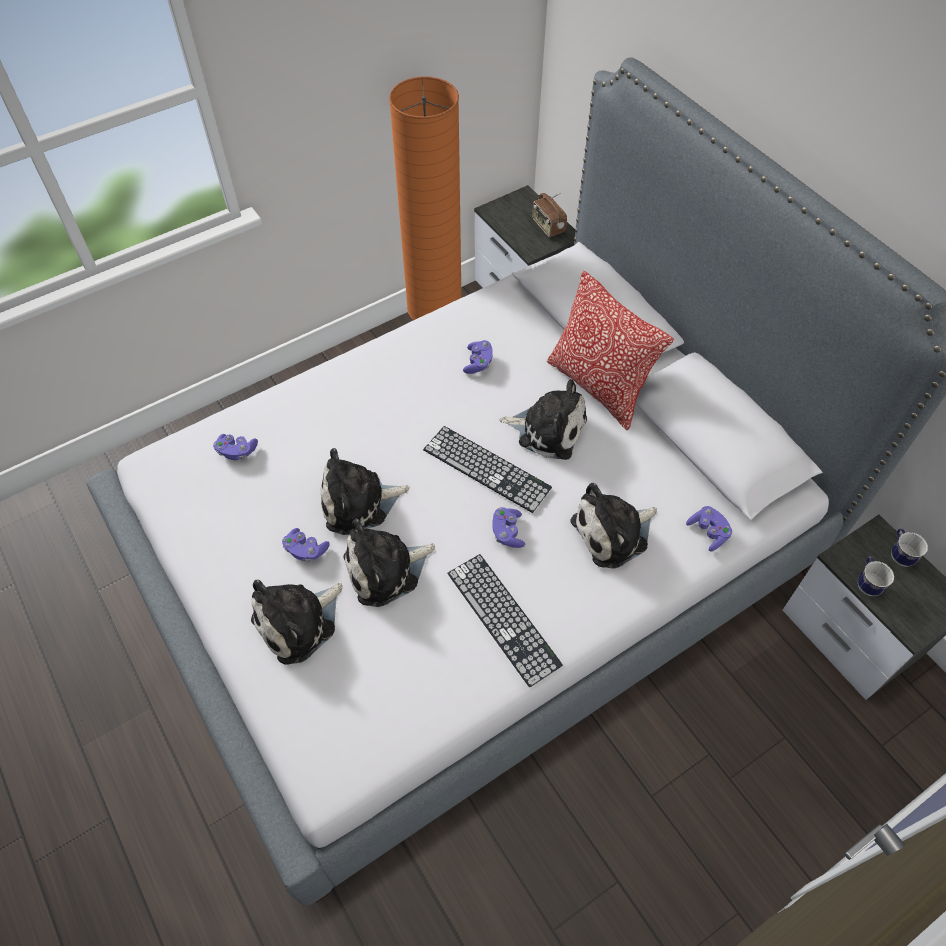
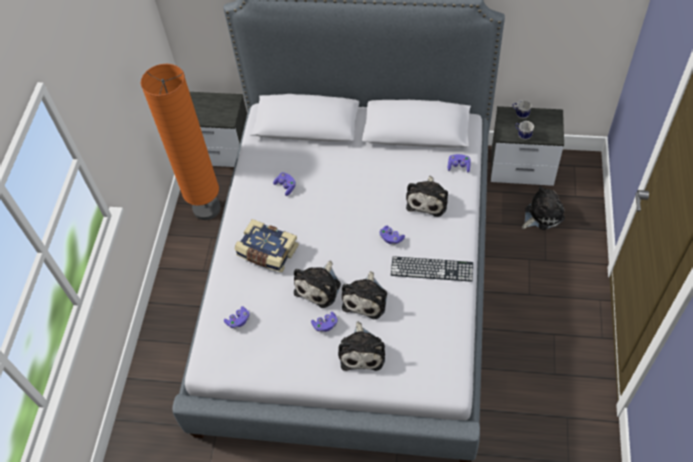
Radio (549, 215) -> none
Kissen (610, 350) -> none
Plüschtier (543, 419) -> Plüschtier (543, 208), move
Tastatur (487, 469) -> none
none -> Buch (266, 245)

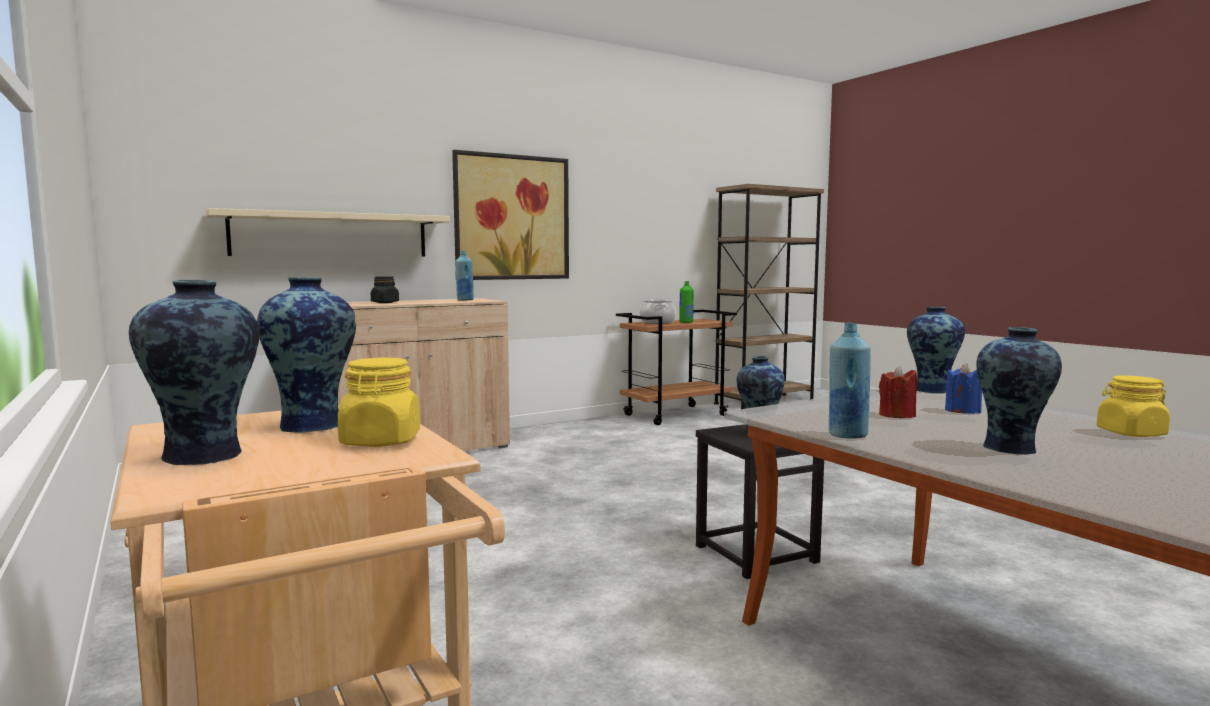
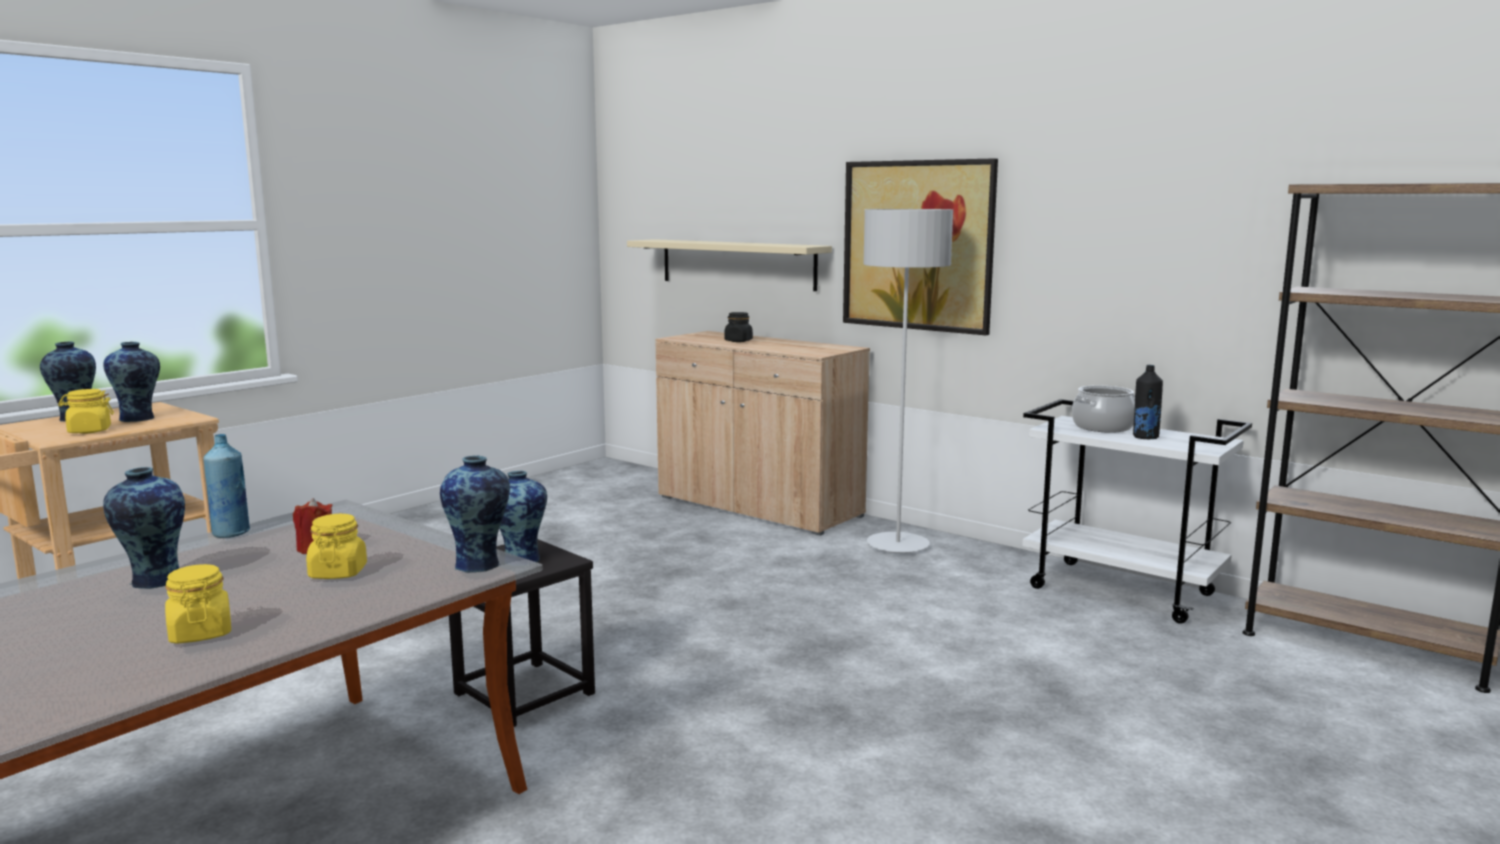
Flasche (blau) (464, 276) -> none
Flasche (grün) (686, 302) -> Flasche (schwarz) (1148, 402)
Rollwagen (braun) (676, 367) -> Rollwagen (weiß) (1137, 511)
Kerze (blau) (963, 388) -> Vorratsglas (gelb) (336, 546)
none -> Stehlampe (grau) (908, 381)

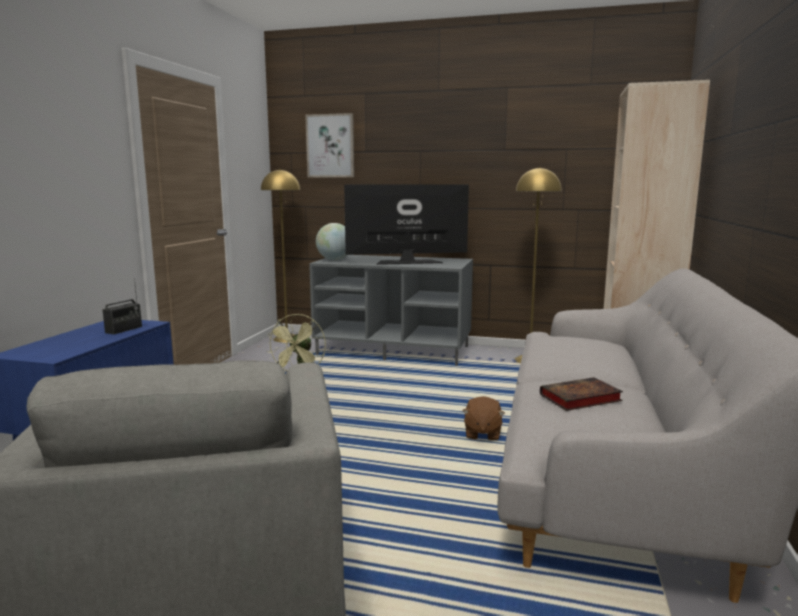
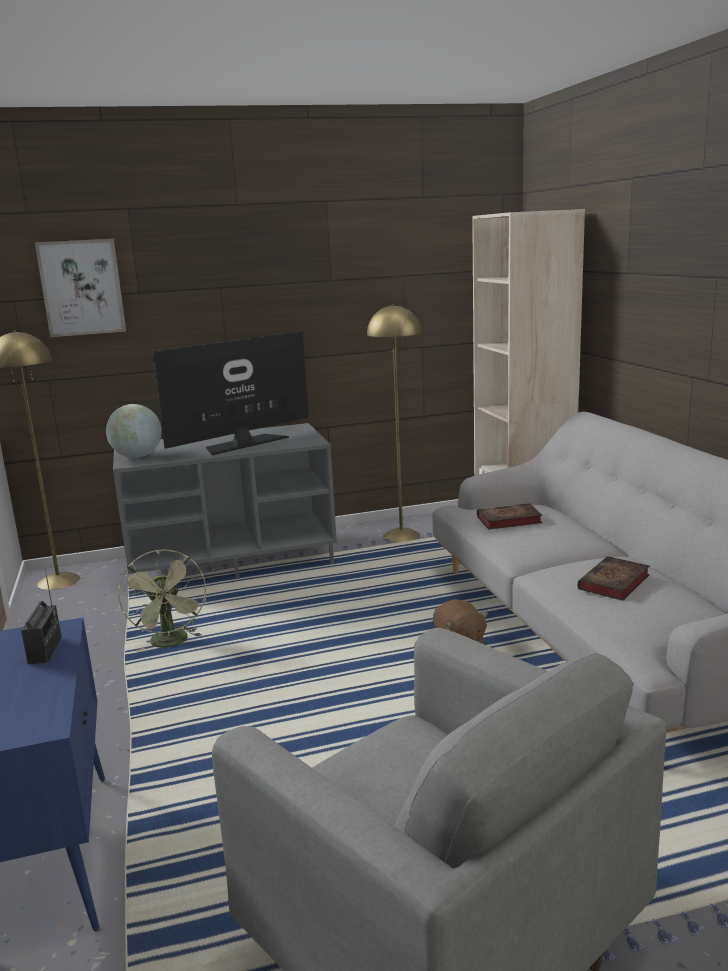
none -> Buch (510, 516)

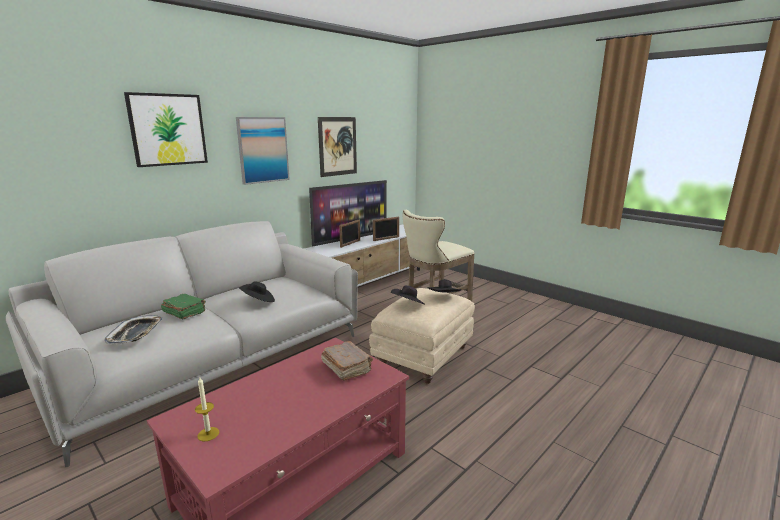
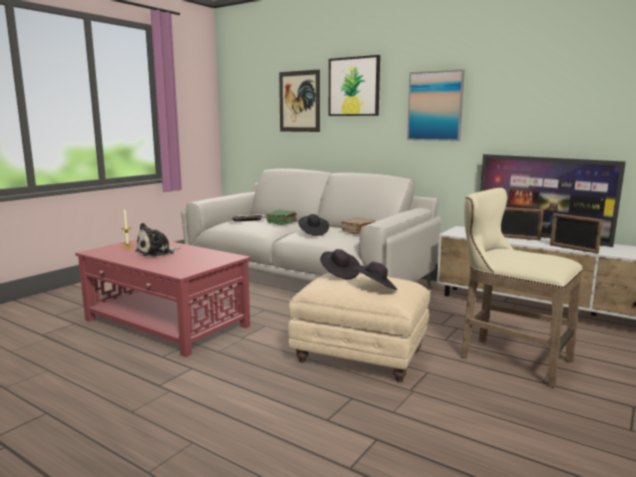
Bild (337, 147) -> Bild (299, 101), move
Buch (braun) (347, 361) -> Buch (braun) (358, 225), move
none -> Plüschtier (158, 240)

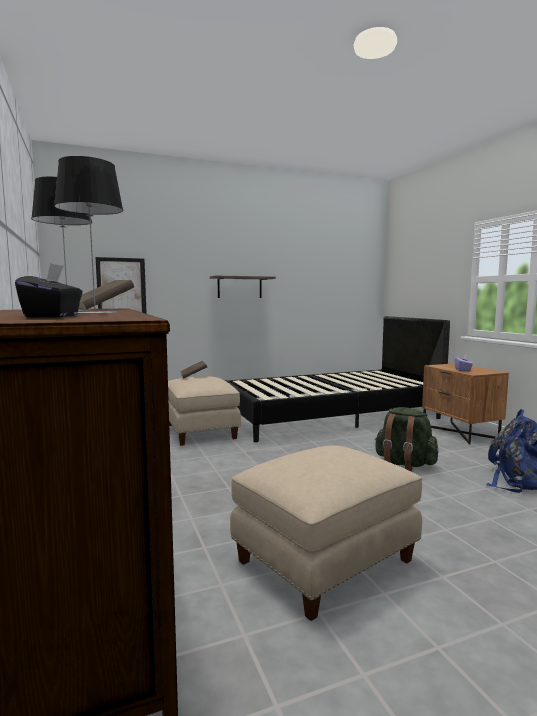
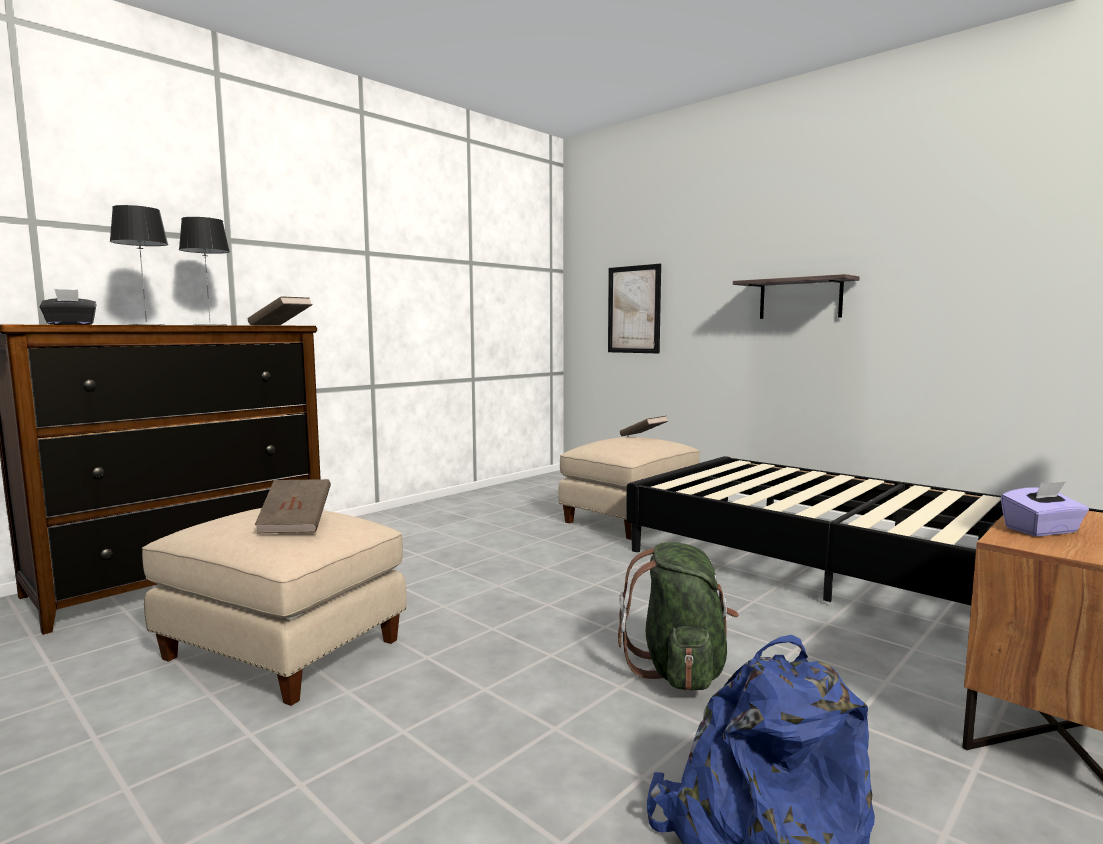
none -> Buch (braun) (293, 506)

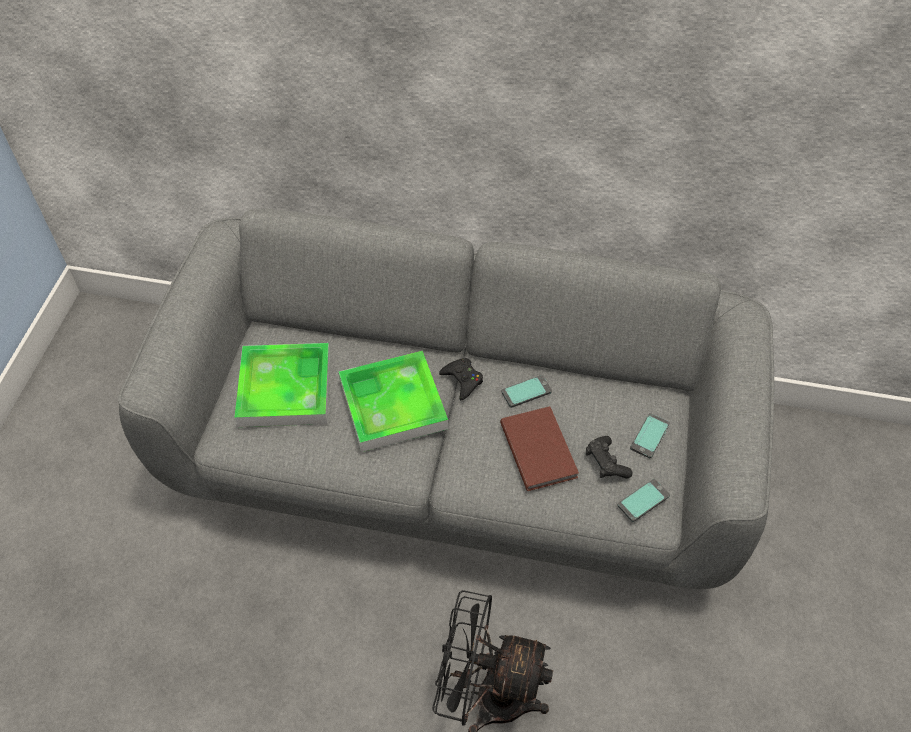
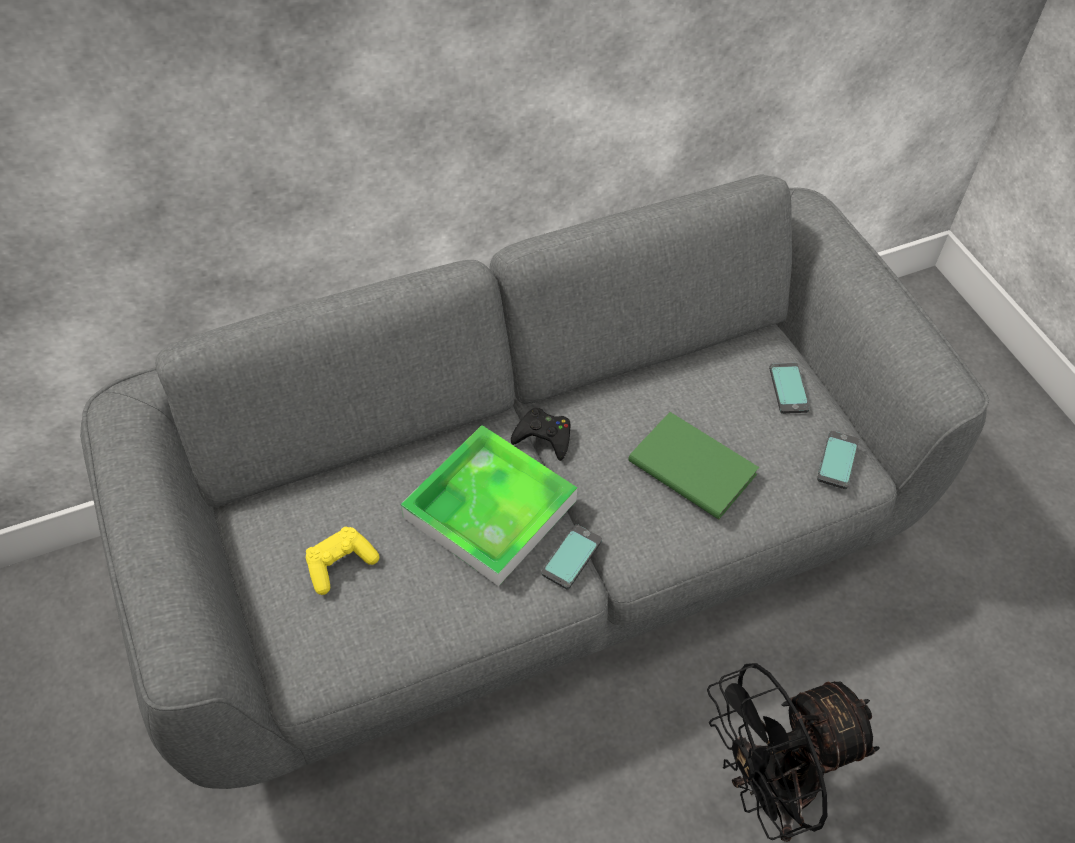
Tablett (282, 385) -> Gamepad (gelb) (342, 561)
Handy (527, 391) -> Handy (572, 556), move
Buch (braun) (539, 448) -> Buch (grün) (693, 465)
Gamepad (schwarz) (609, 457) -> none

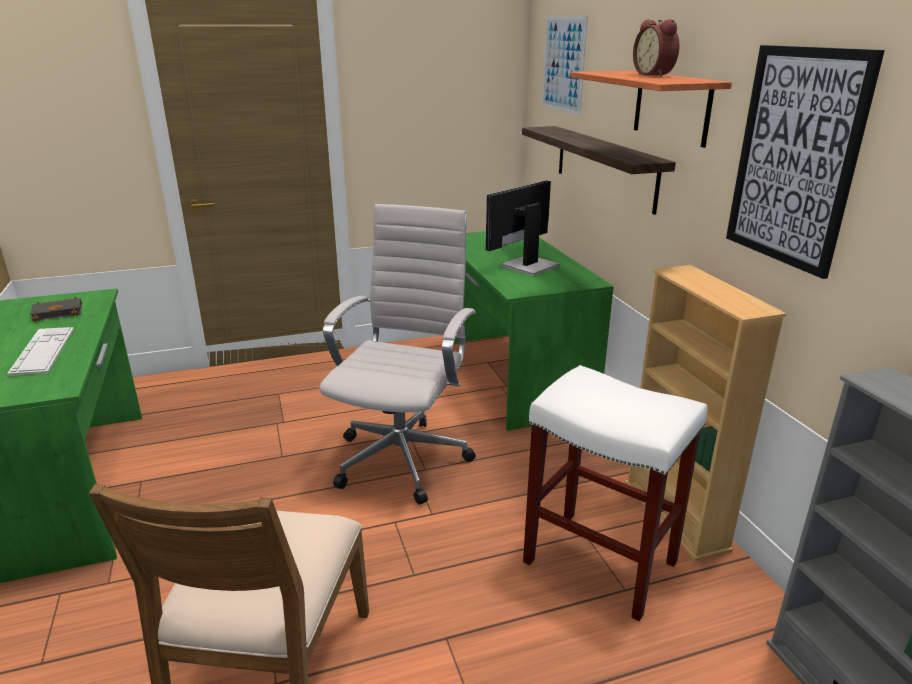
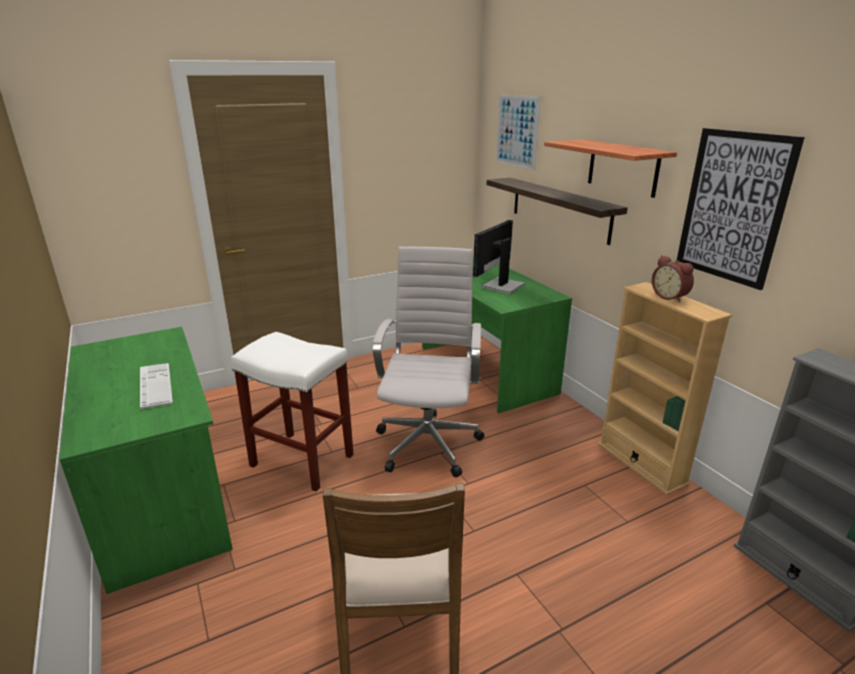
Wecker (656, 48) -> Wecker (673, 279), move
Buch (schwarz) (56, 309) -> none
Hocker (weiß) (615, 493) -> Hocker (weiß) (292, 411), move

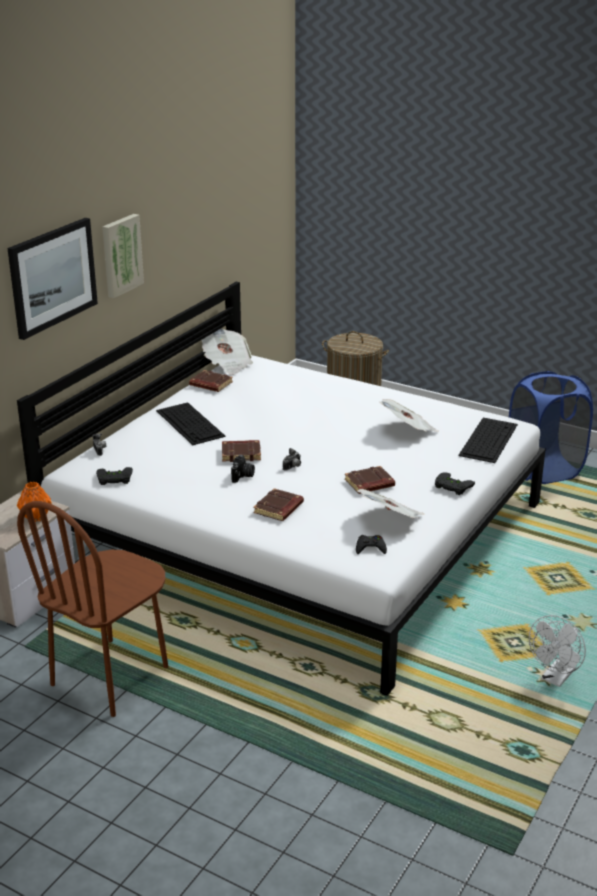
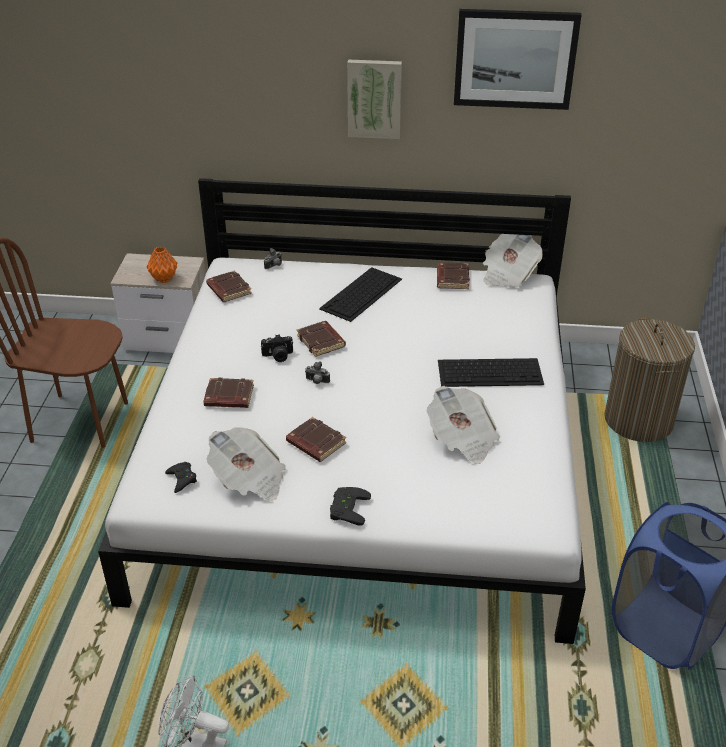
Bild (52, 279) -> Bild (517, 59), move
Tastatur (488, 440) -> Tastatur (491, 372), move
Gamepad (schwarz) (114, 476) -> Buch (braun) (229, 286)

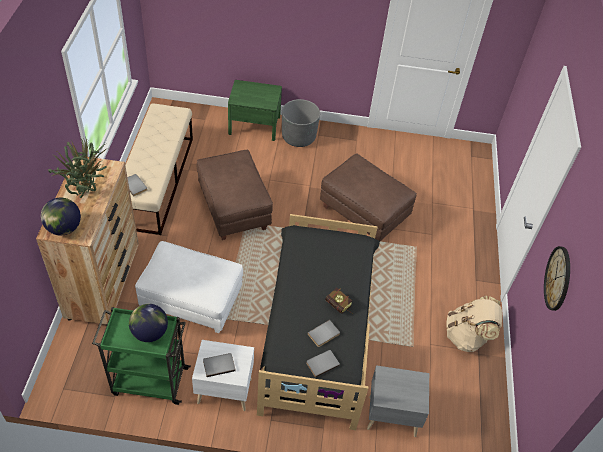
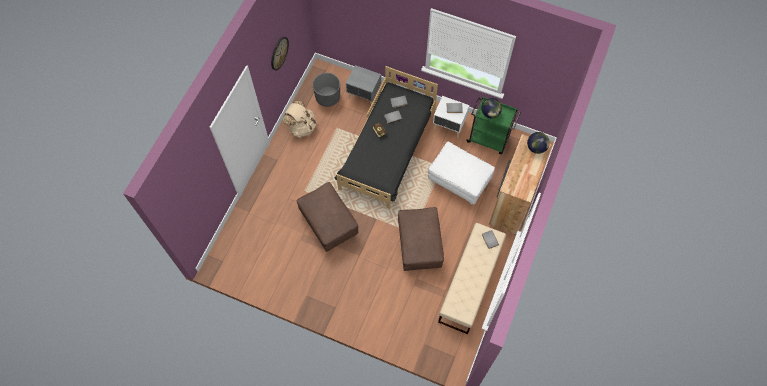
Nachttisch (grün) (255, 110) -> none
Pflanzkübel (grau) (301, 123) -> Pflanzkübel (grau) (326, 90), move
Topfpflanze (79, 166) -> none

